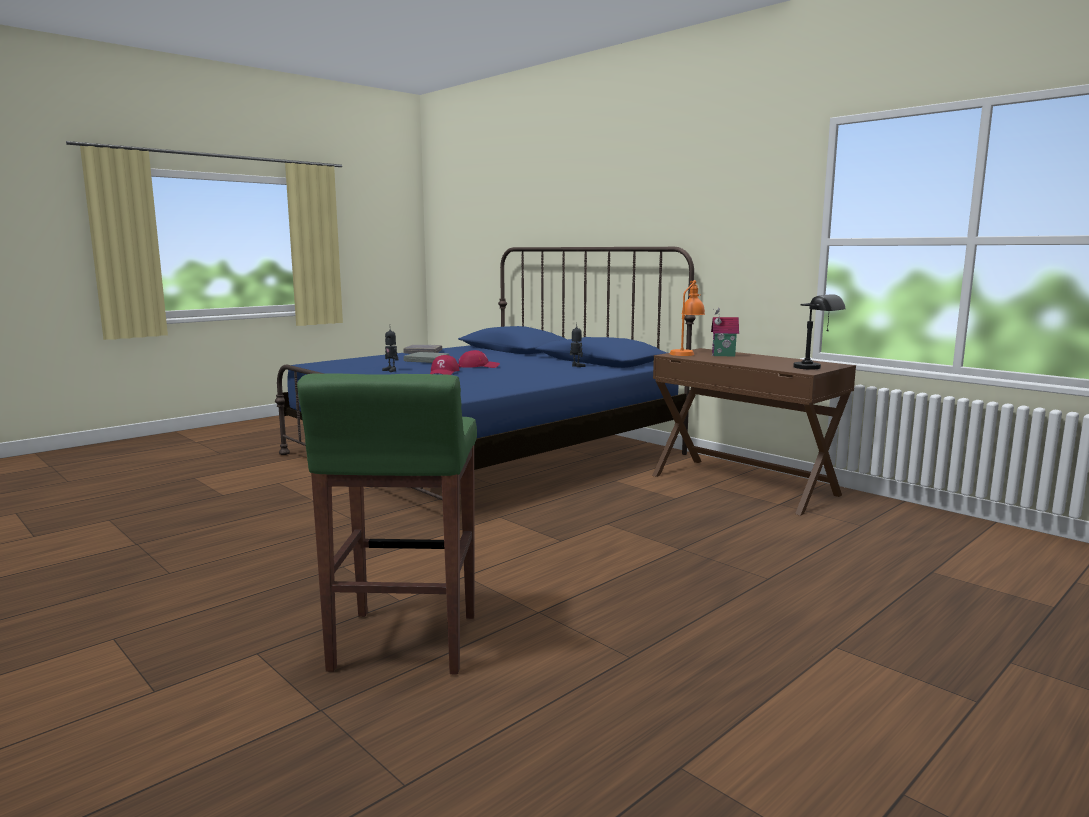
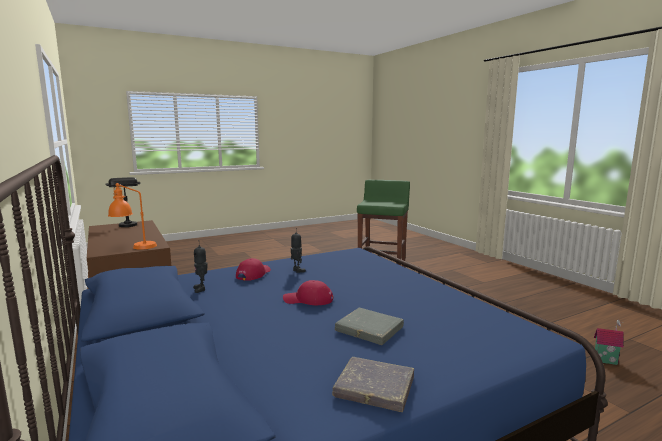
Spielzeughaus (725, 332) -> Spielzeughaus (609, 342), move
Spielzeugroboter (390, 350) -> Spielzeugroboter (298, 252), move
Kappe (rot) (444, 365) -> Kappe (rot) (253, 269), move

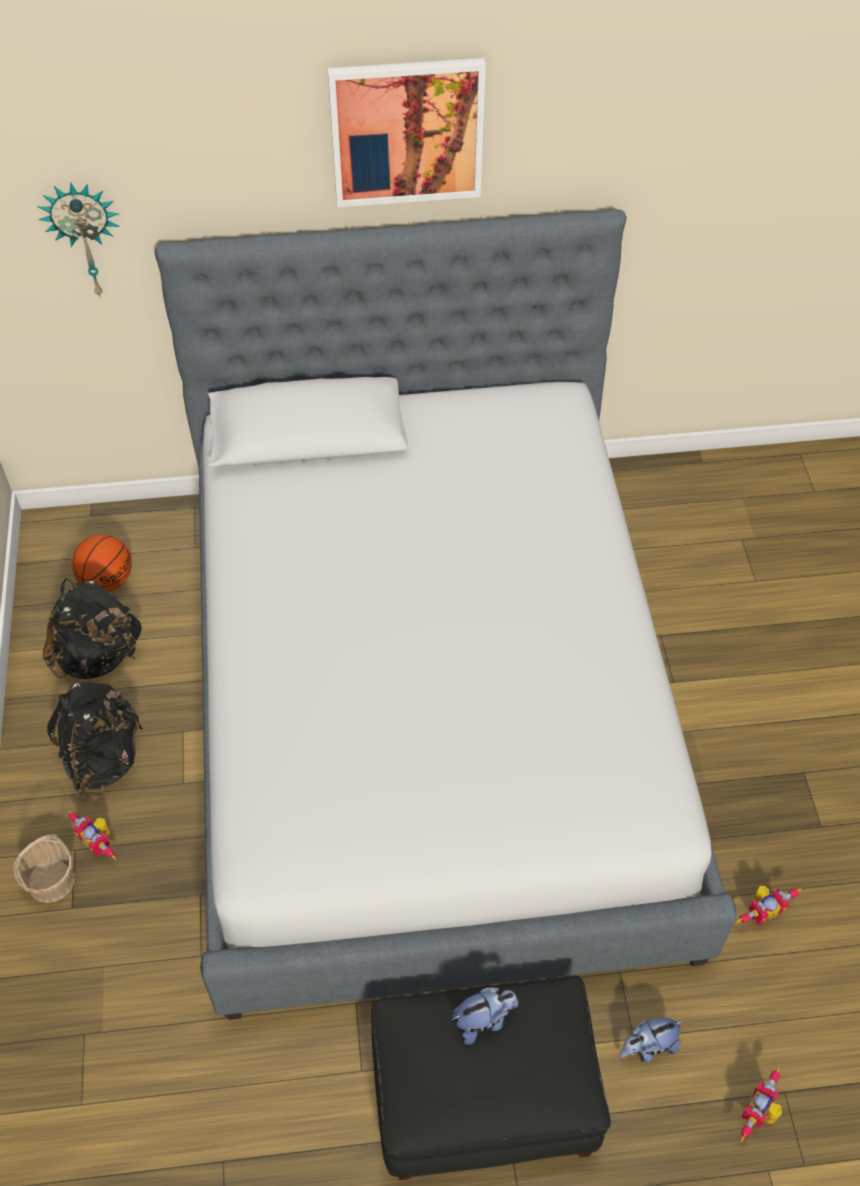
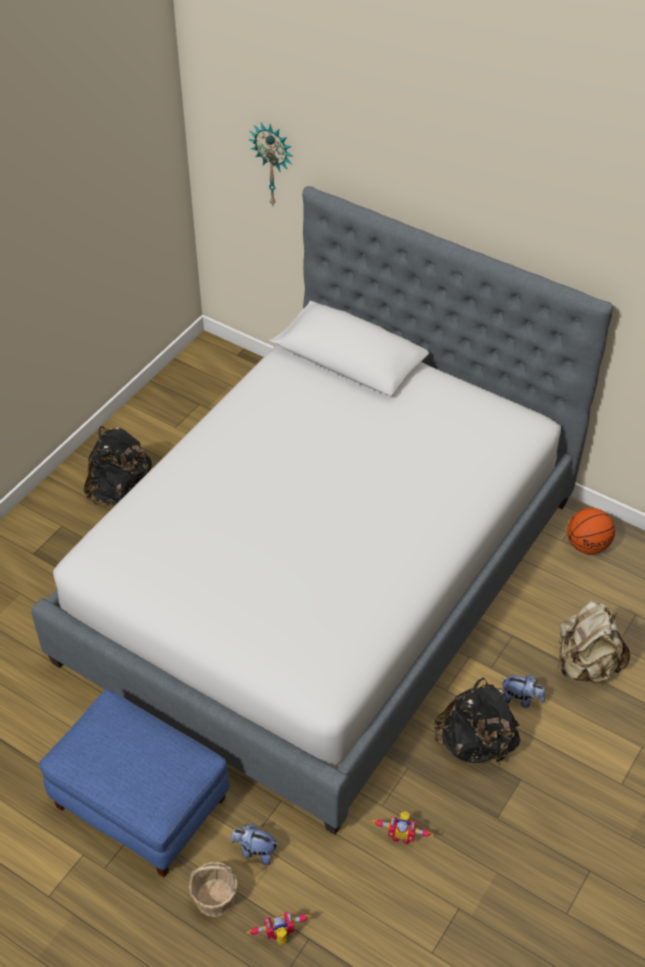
Bild (407, 132) -> none
Basketball (102, 563) -> Basketball (591, 531), move
Rucksack (schwarz) (92, 628) -> Rucksack (schwarz) (477, 721), move
Spielzeugroboter (91, 835) -> none
Korb (43, 868) -> Korb (213, 889), move
Polsterhocker (schwarz) (491, 1078) -> Polsterhocker (blau) (134, 783)
Plüschtier (484, 1016) -> Plüschtier (523, 691), move
none -> Rucksack (beige) (593, 642)

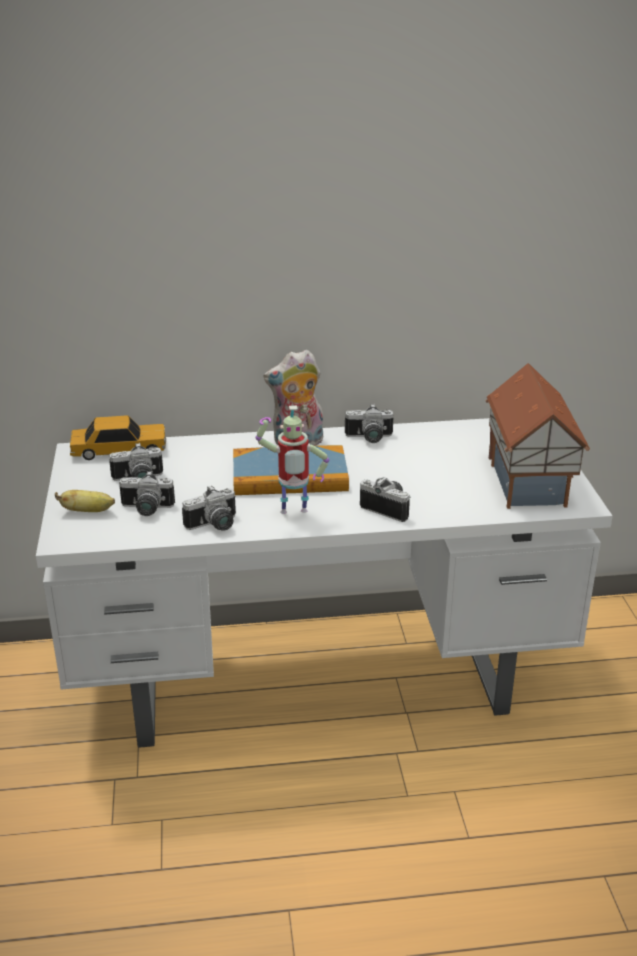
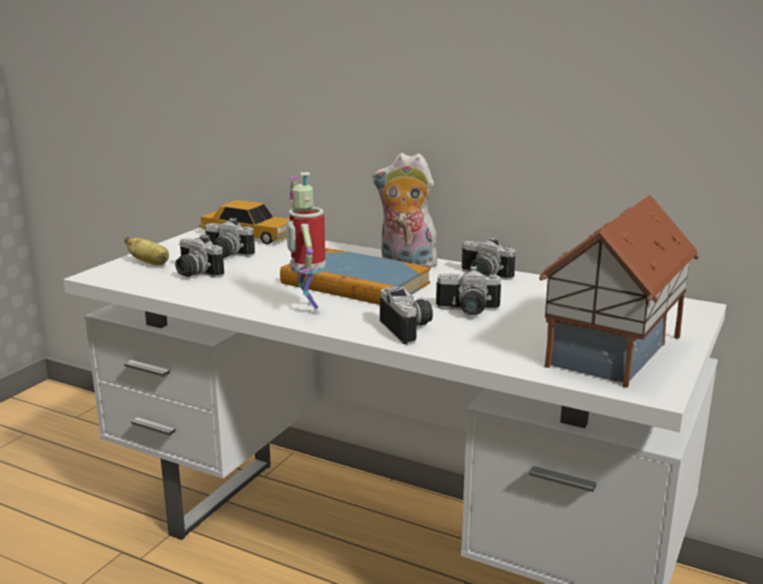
Spielzeugroboter (292, 460) -> Spielzeugroboter (305, 243), 45 degrees clockwise
Kamera (209, 508) -> Kamera (468, 290), move

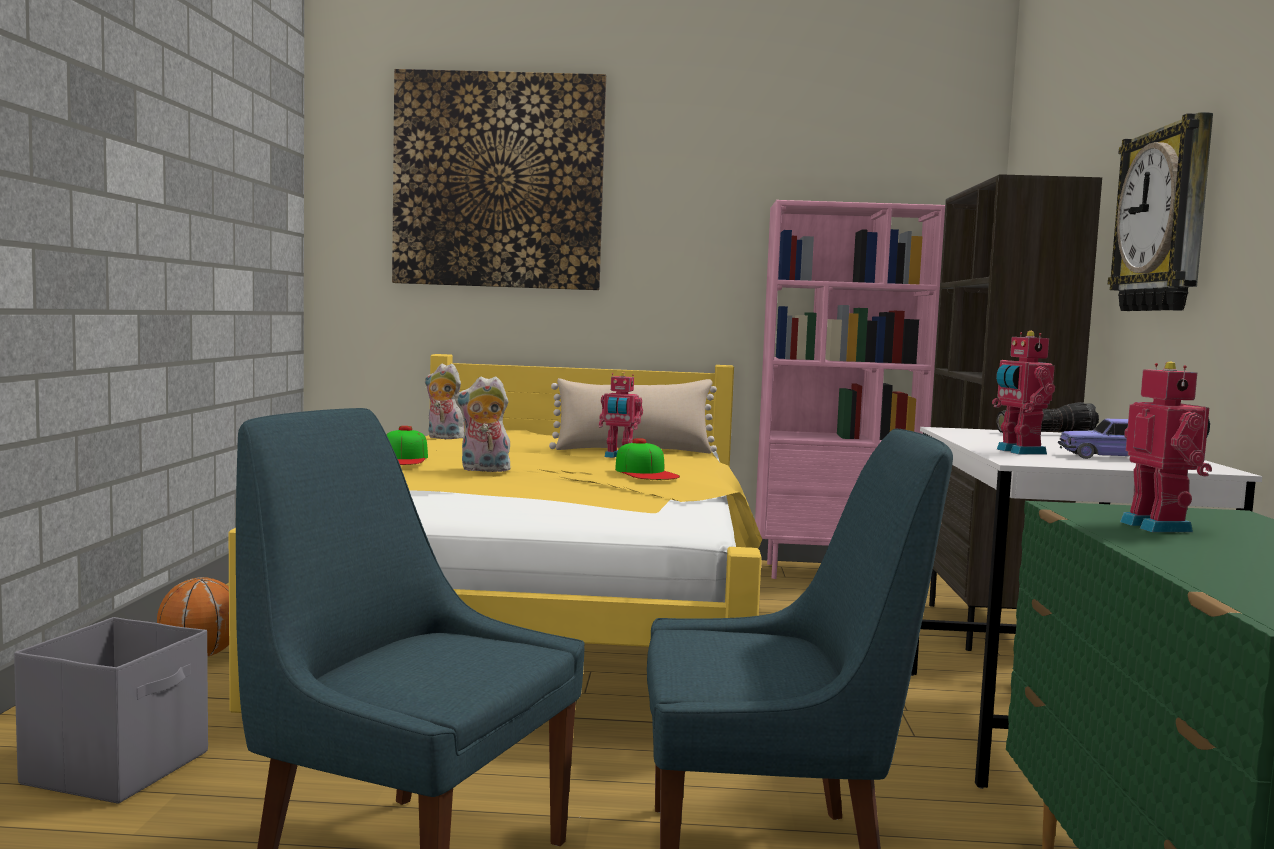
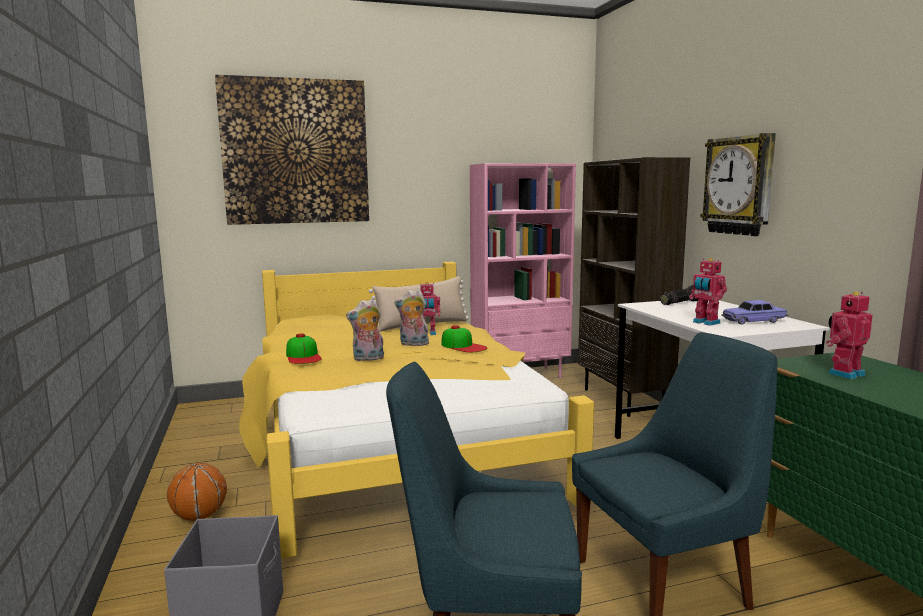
Spielzeugroboter (1166, 446) -> Spielzeugroboter (849, 335), 90 degrees counterclockwise
Plüschtier (444, 401) -> Plüschtier (412, 318), move

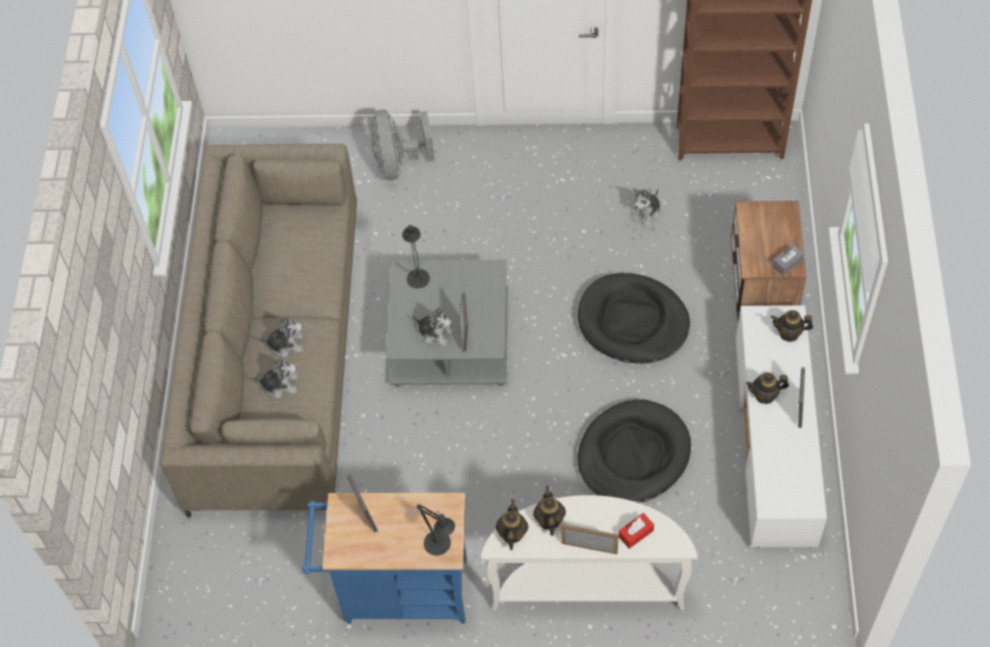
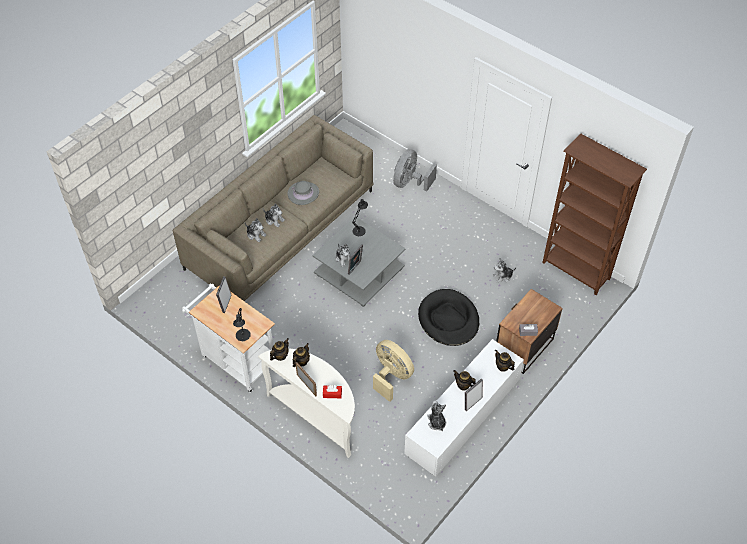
Hundebett (schwarz) (634, 451) -> Ventilator (beige) (393, 371)
Rollwagen (blau) (384, 558) -> Rollwagen (weiß) (228, 338)
none -> Hut (grau) (303, 193)
none -> Plüschtier (436, 416)

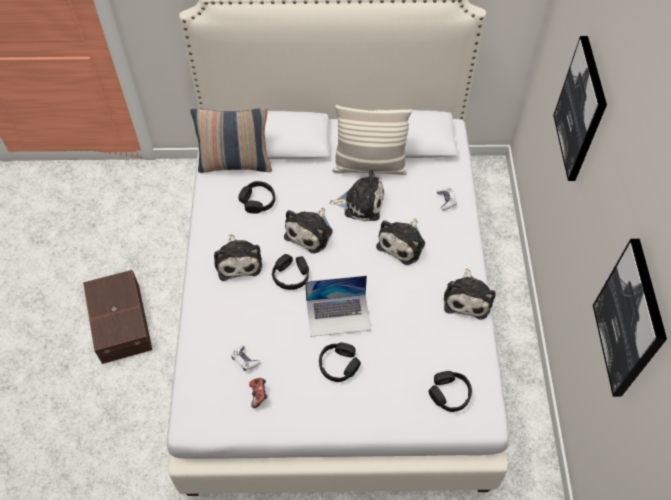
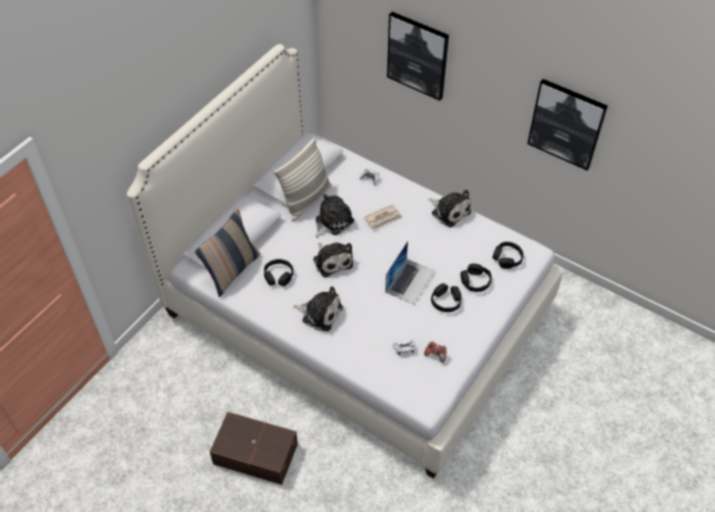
Plüschtier (400, 242) -> Zeitung (382, 217)
Kopfhörer (schwarz) (290, 272) -> Kopfhörer (schwarz) (476, 278), move

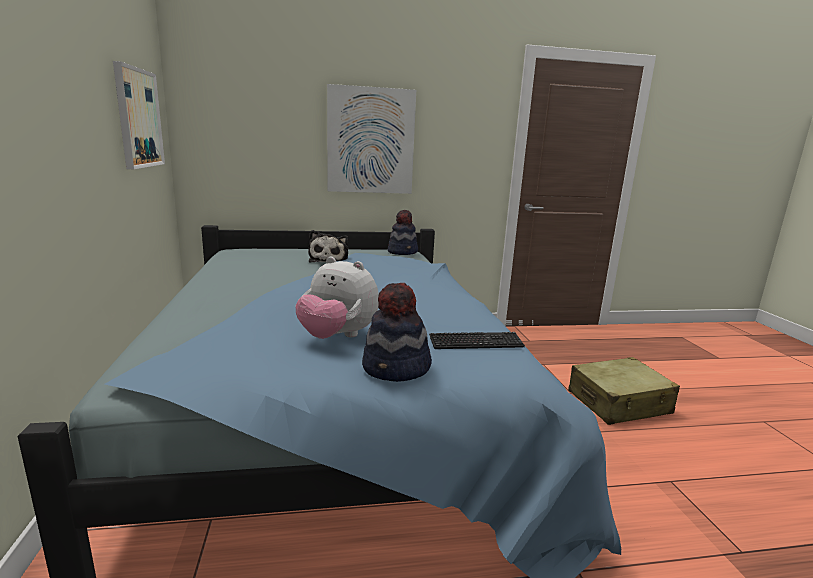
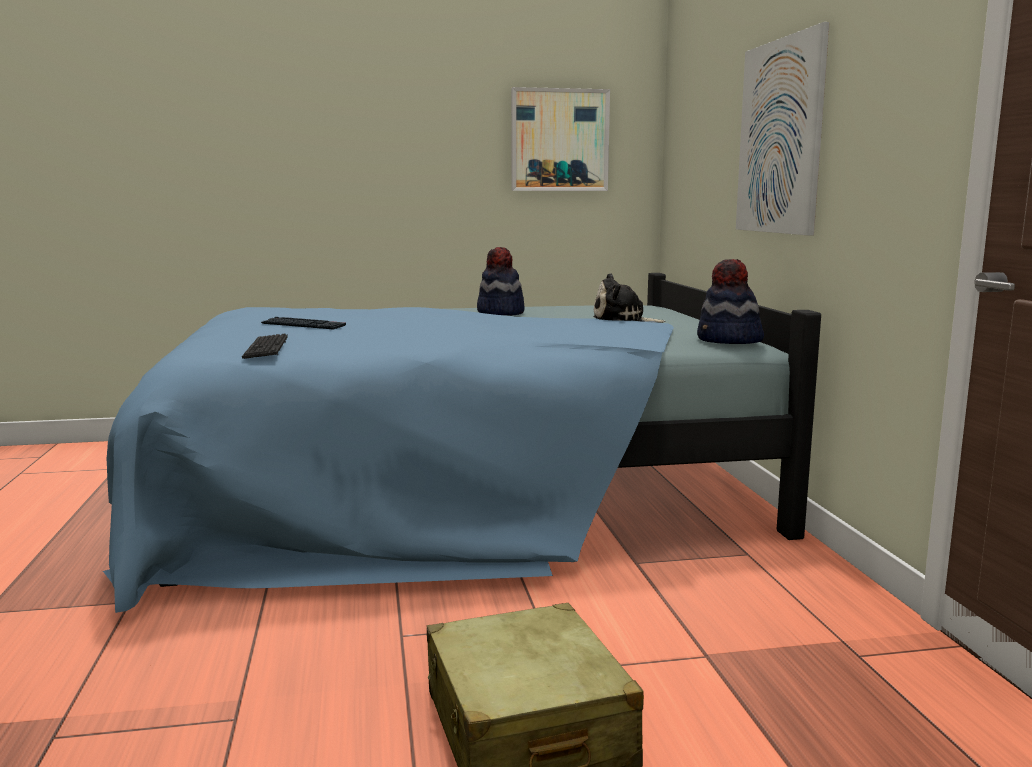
Plüschtier (337, 298) -> Tastatur (303, 323)
Hut (397, 332) -> Hut (500, 281), move

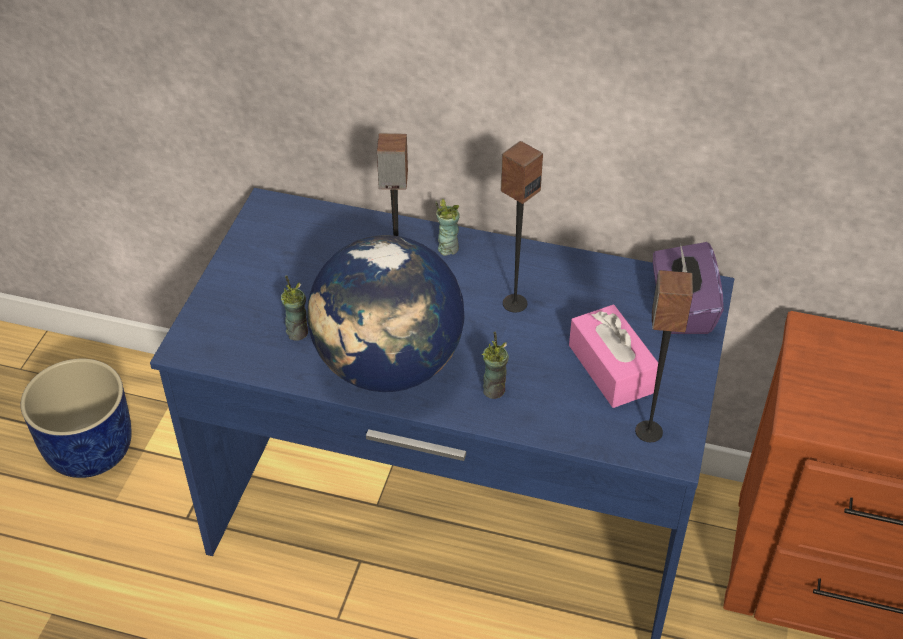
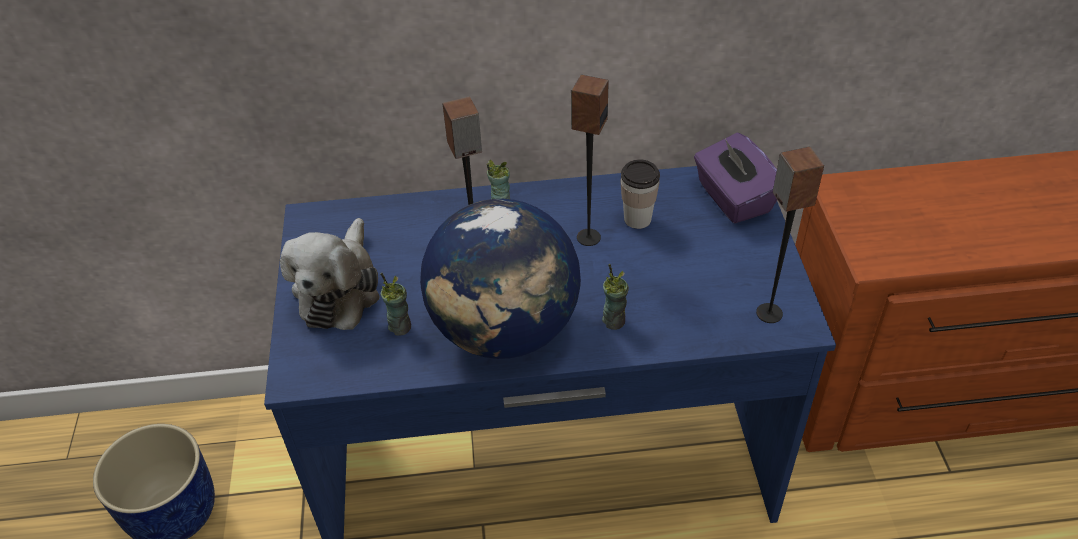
Taschentuchbox (rosa) (613, 356) -> none
none -> Tasse (640, 194)
none -> Plüschtier (330, 274)

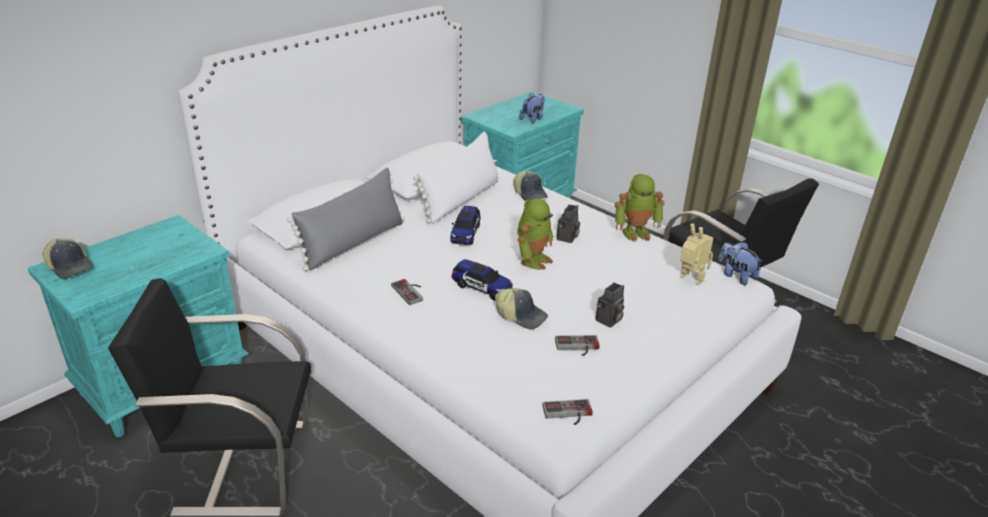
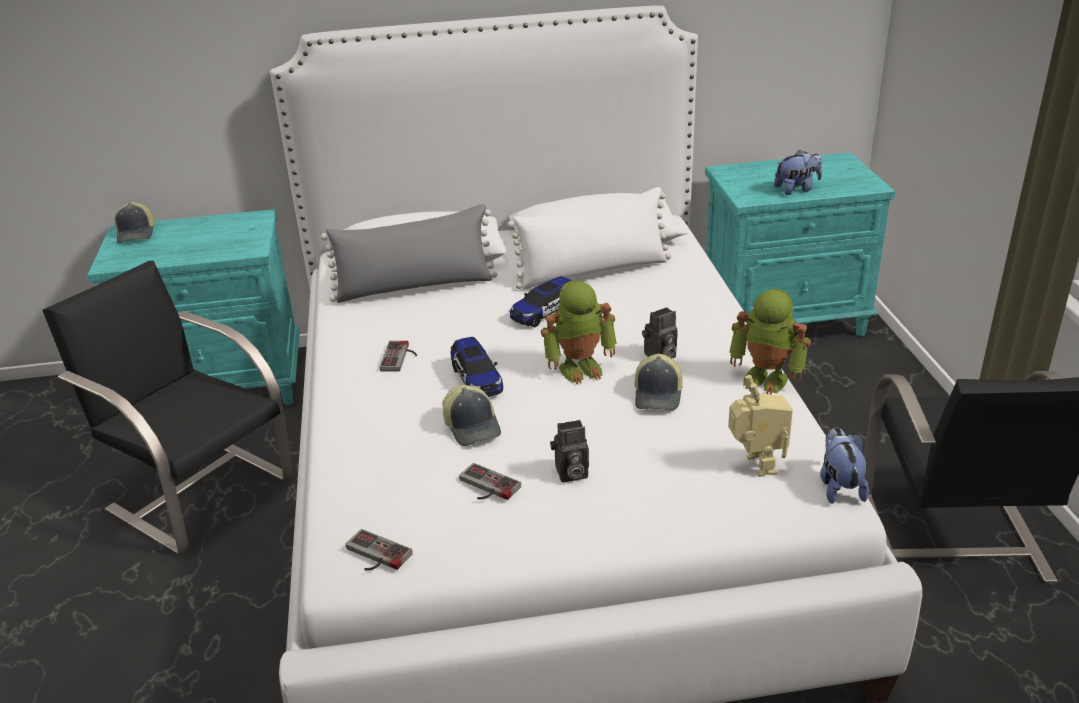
Kappe (530, 186) -> Kappe (659, 382), move

